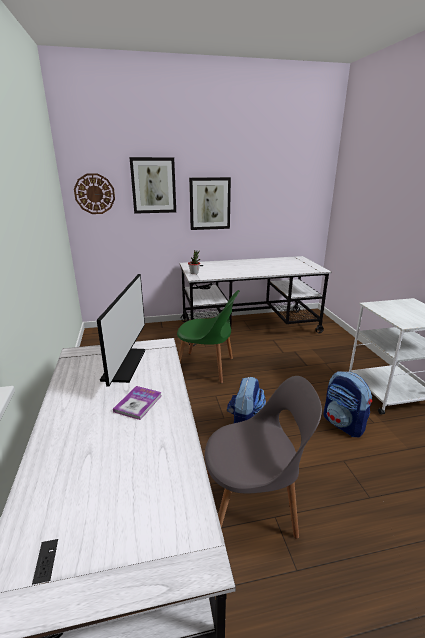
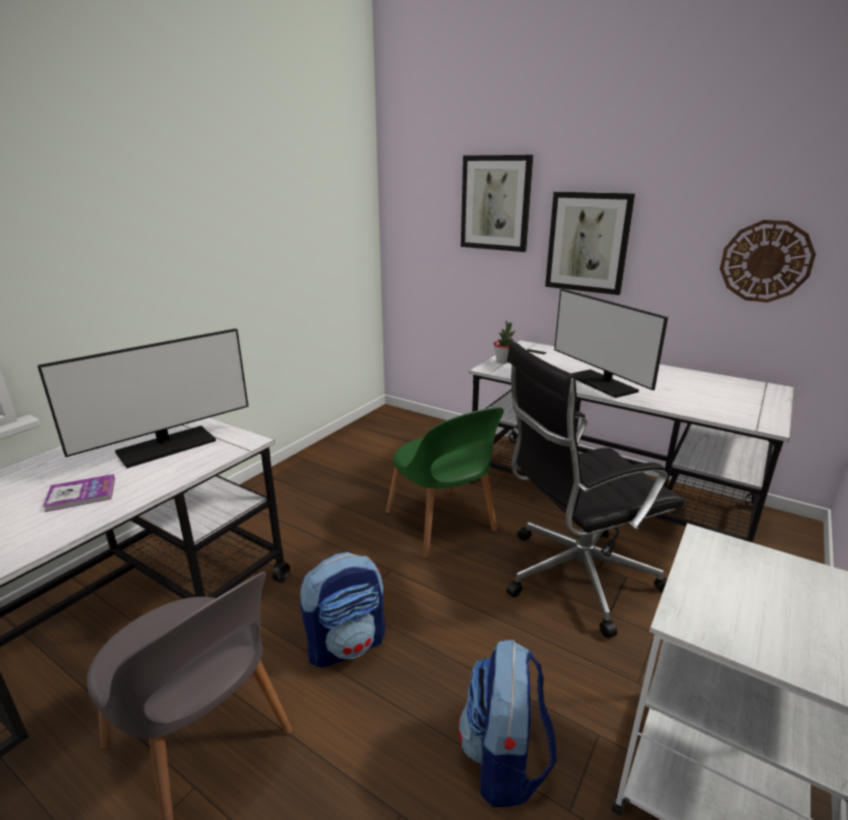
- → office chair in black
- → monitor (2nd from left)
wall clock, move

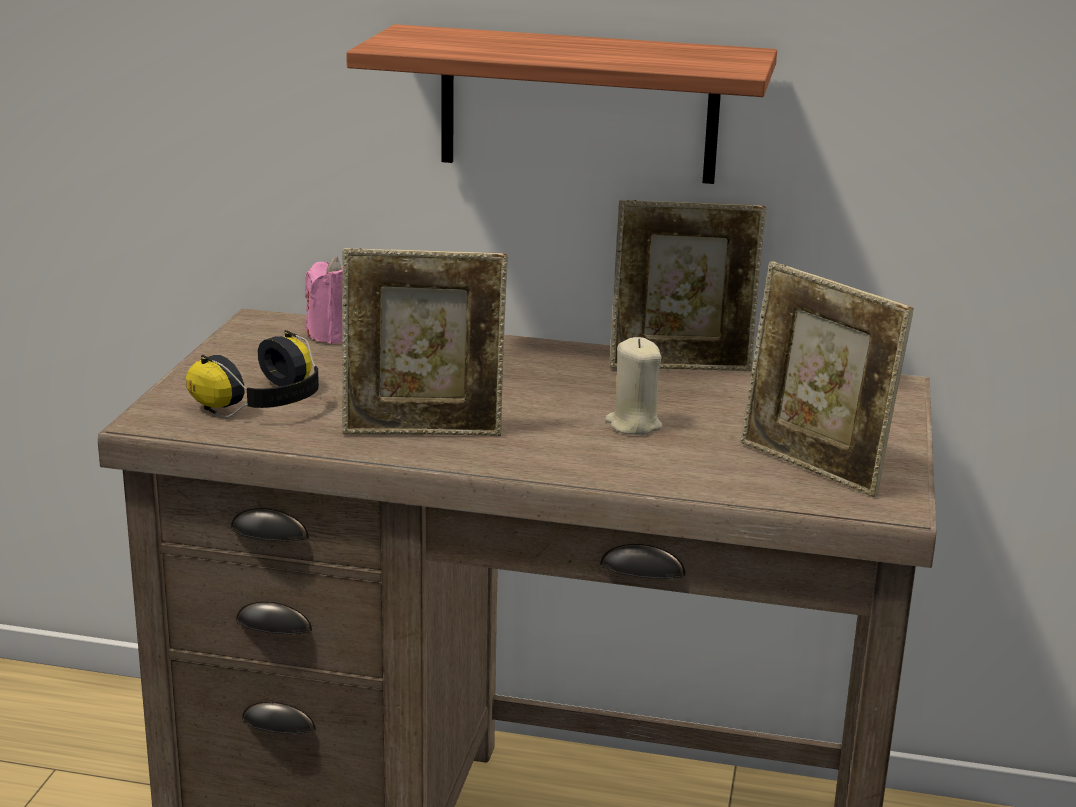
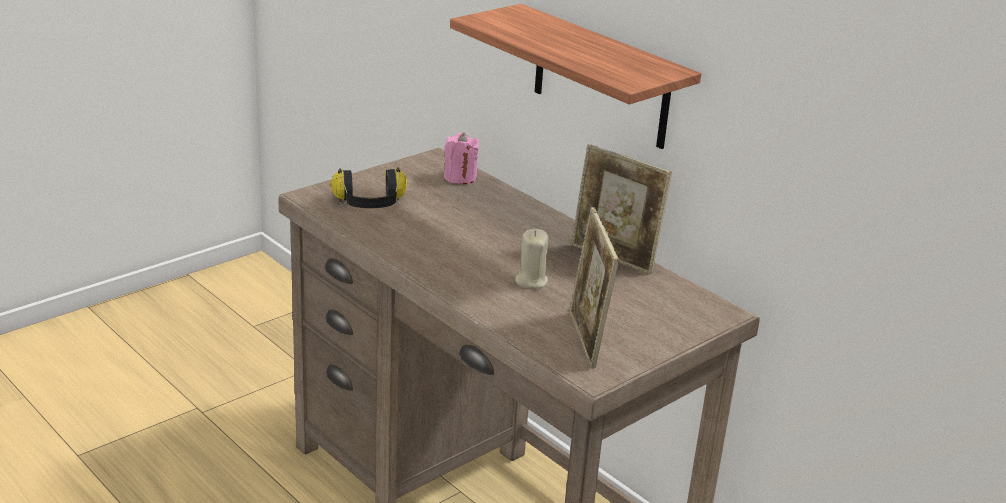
picture frame (1st from left) → -

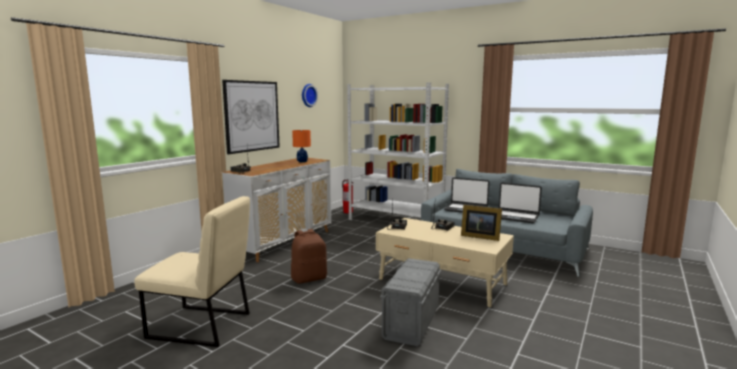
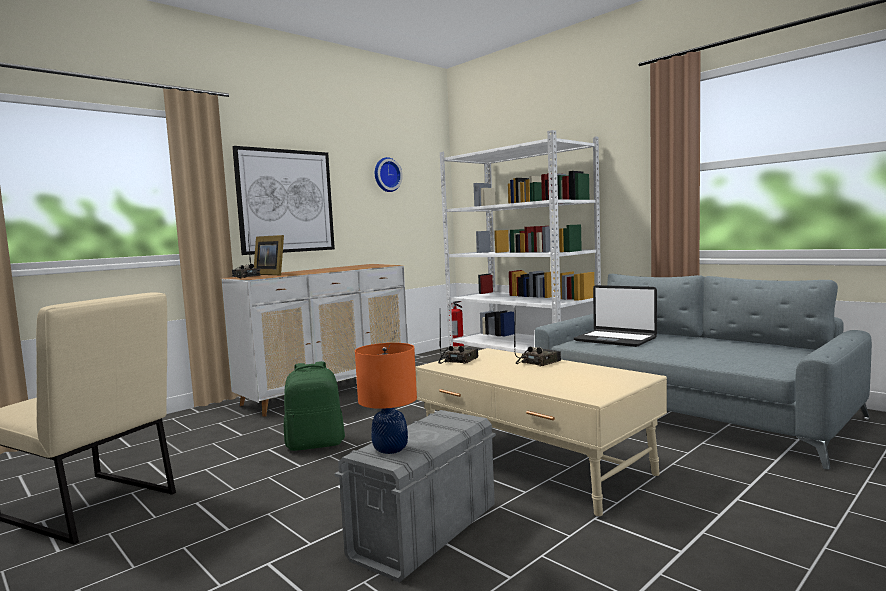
laptop (2nd from left) → -
table lamp in orange, move
picture frame, move
backpack in brown → backpack in green

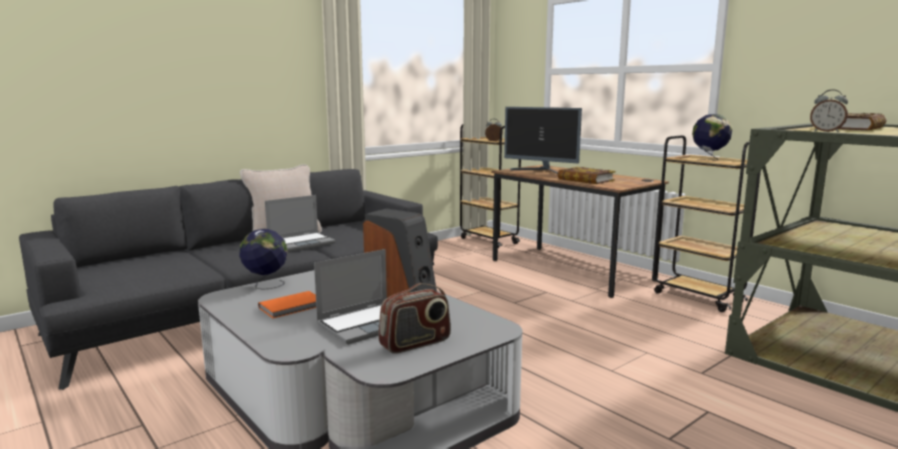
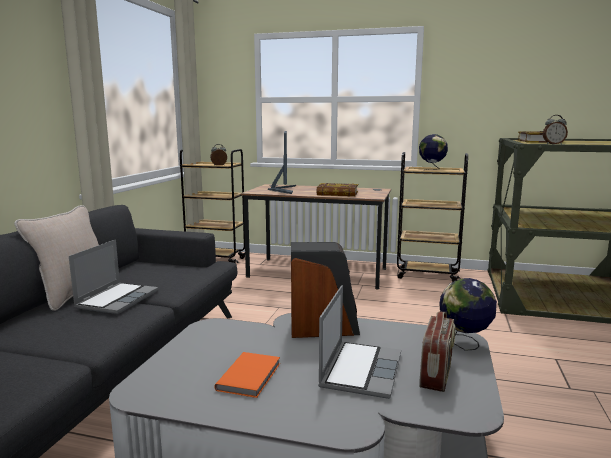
globe (1st from left in the first image) → globe (2nd from left), move
monitor, 90 degrees counterclockwise

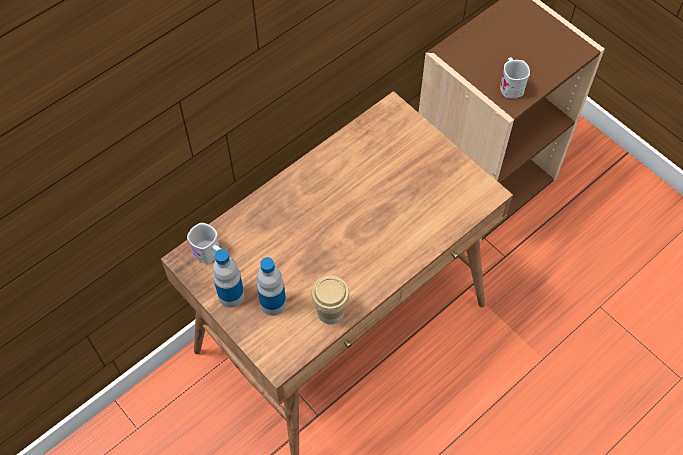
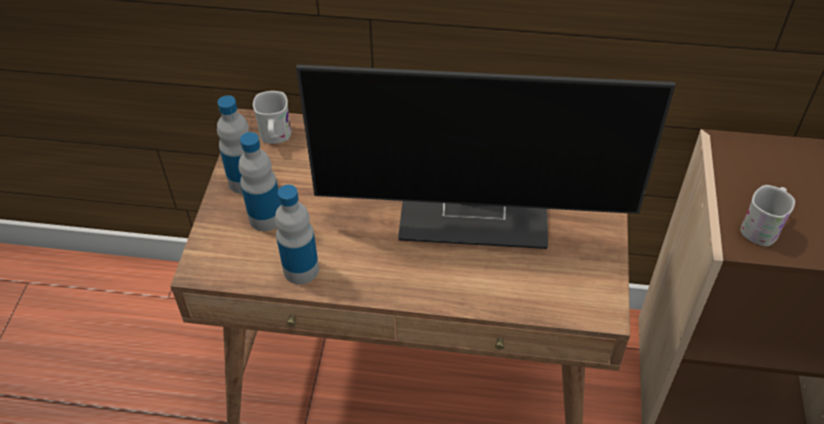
- → monitor
cup → bottle (3rd from left)

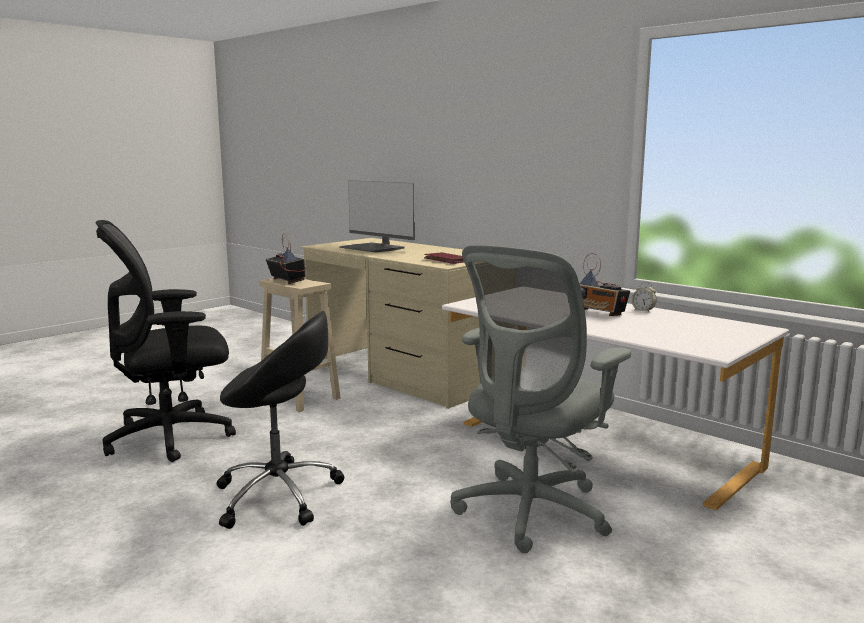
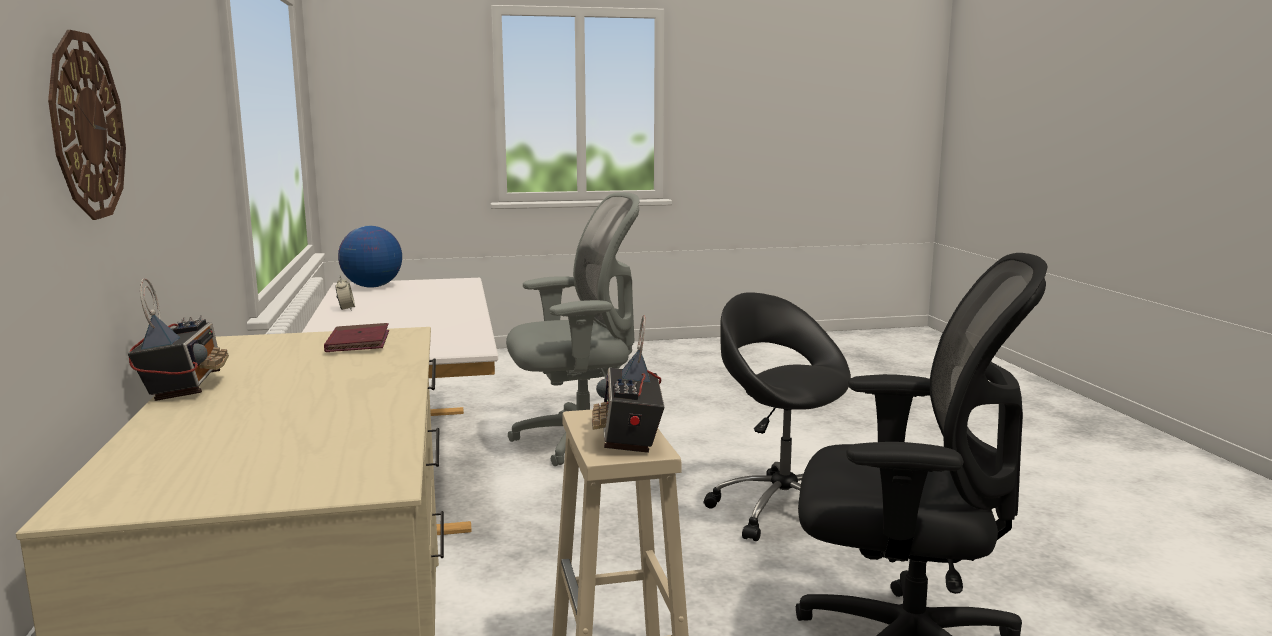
monitor → -
- → wall clock
- → globe
radio (2nd from left in the first image) → radio (1st from left), move

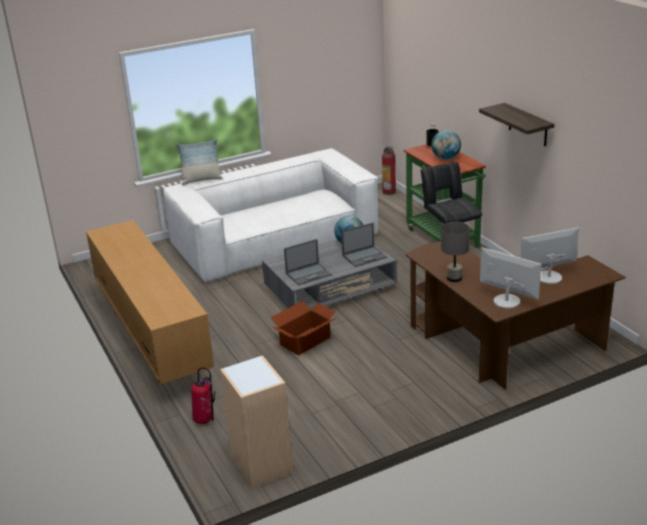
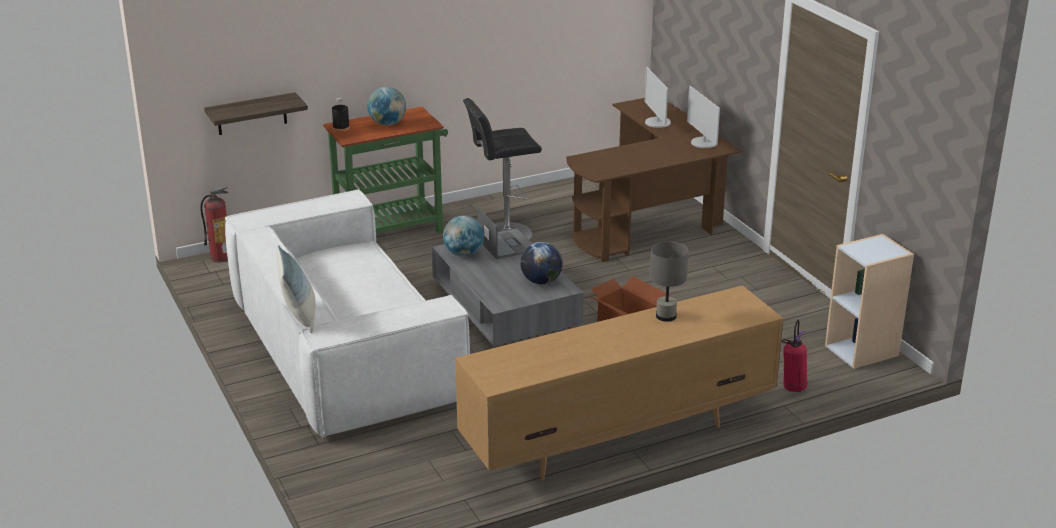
table lamp in grey, move
shelf, move
laptop (1st from left) → globe (3rd from left)
monitor (1st from left in the first image) → monitor (2nd from left), 60 degrees counterclockwise

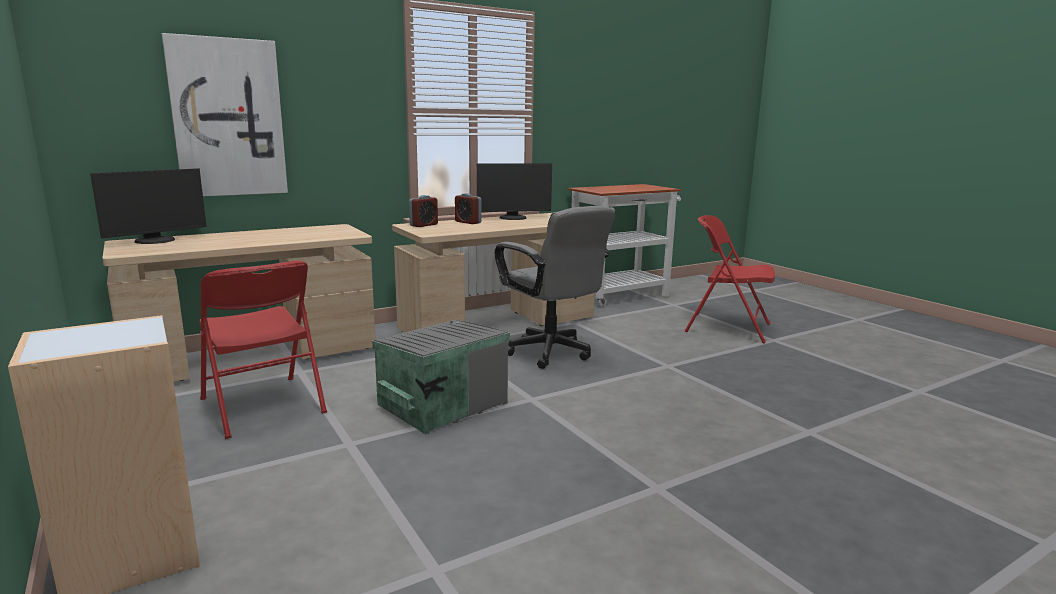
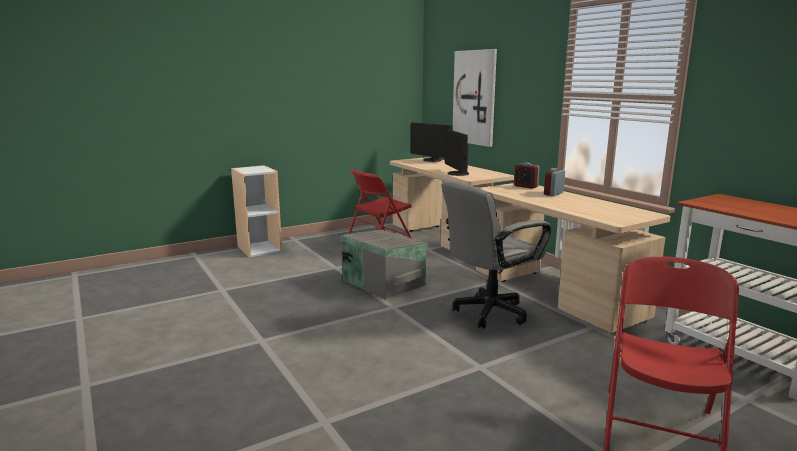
monitor (2nd from left), move

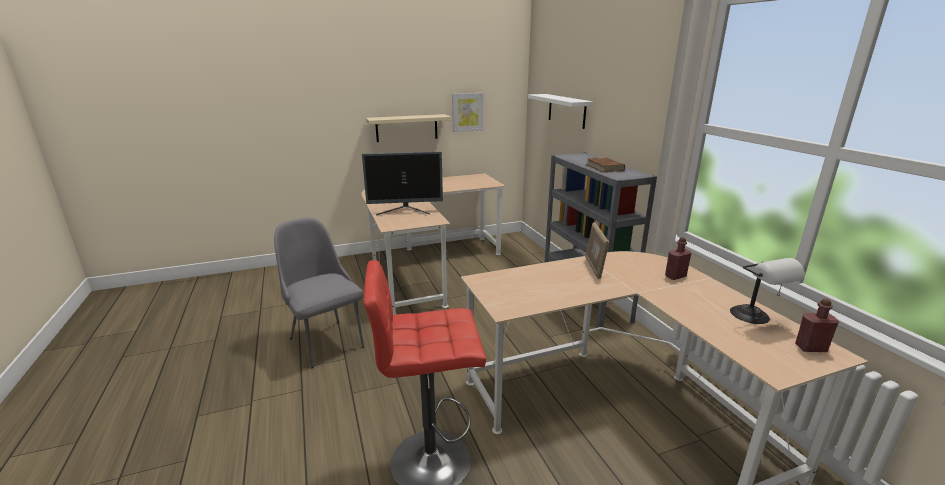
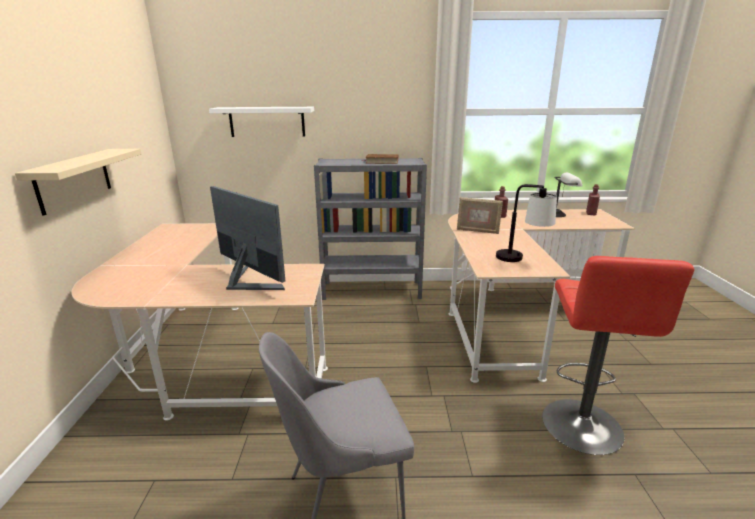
picture → -
- → table lamp (1st from left)
monitor, 60 degrees counterclockwise

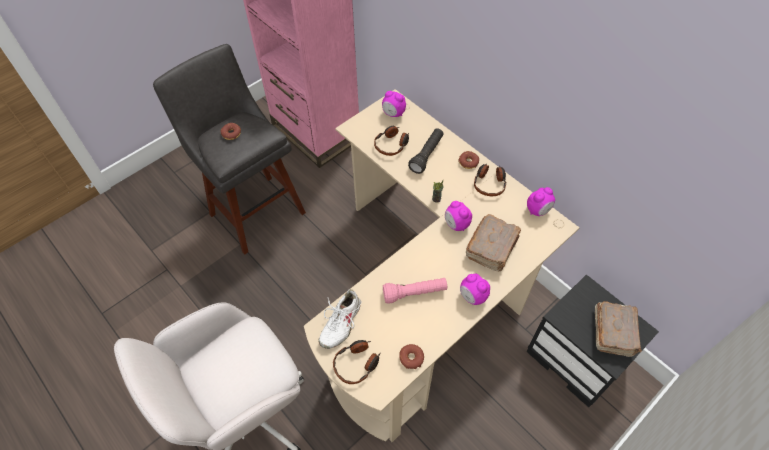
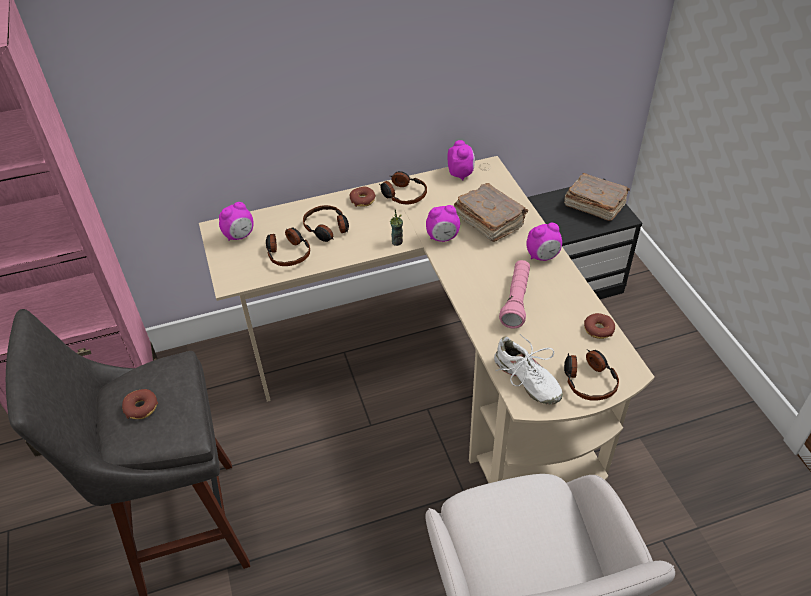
flashlight in black → headphones (2nd from left)

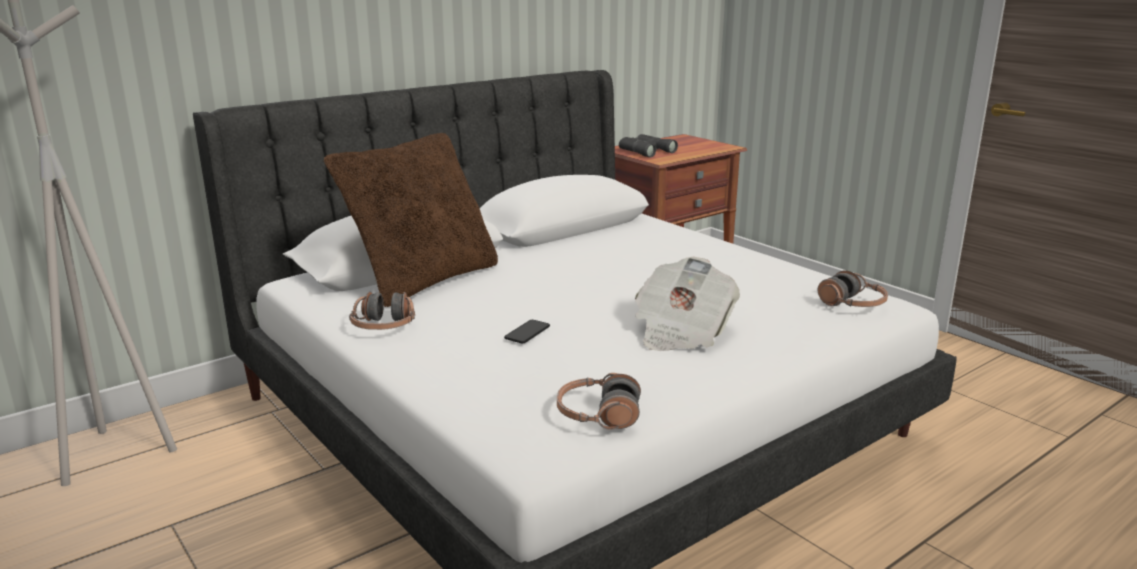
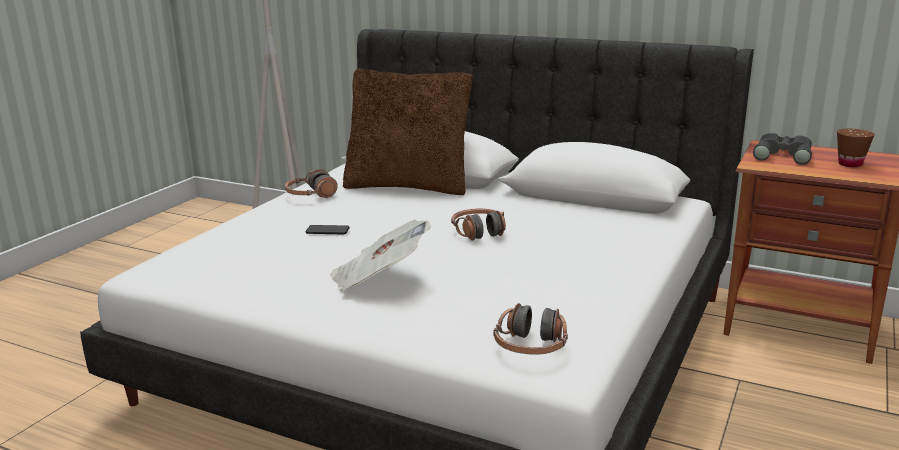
- → cup in brown
headphones (2nd from left), move

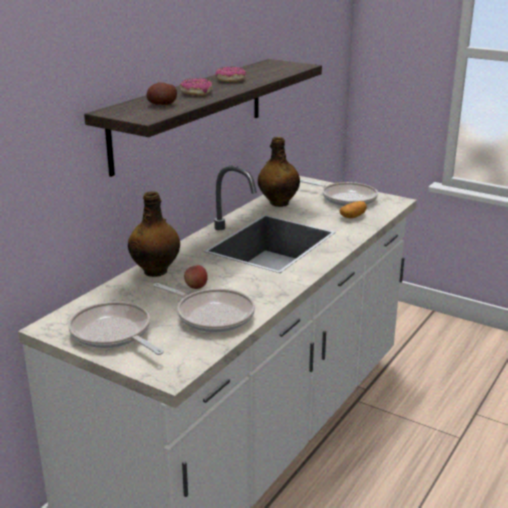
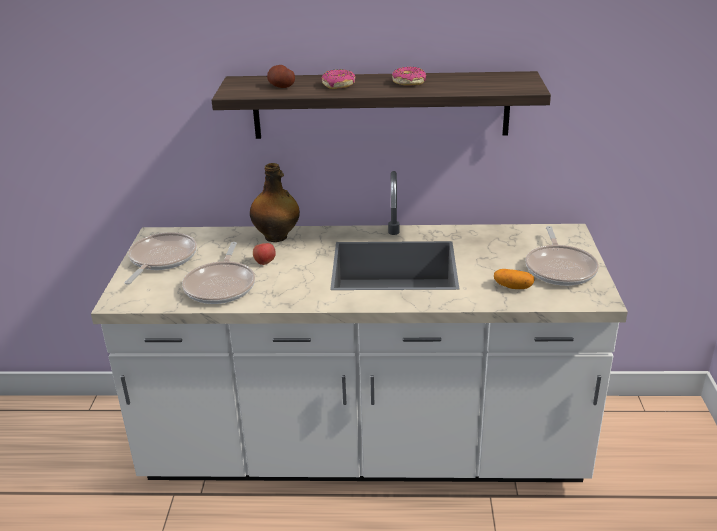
bottle (2nd from left) → -

